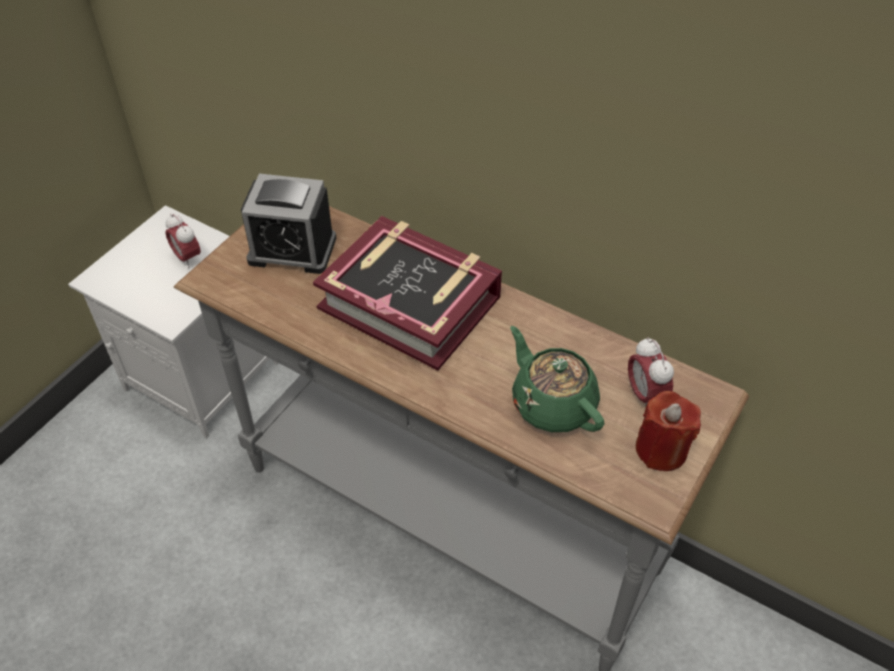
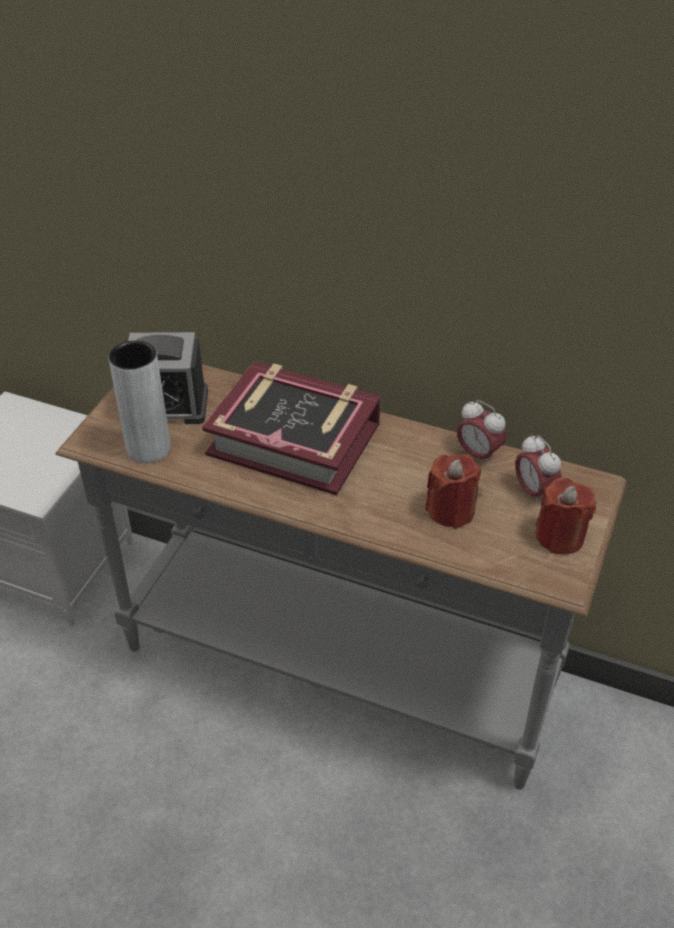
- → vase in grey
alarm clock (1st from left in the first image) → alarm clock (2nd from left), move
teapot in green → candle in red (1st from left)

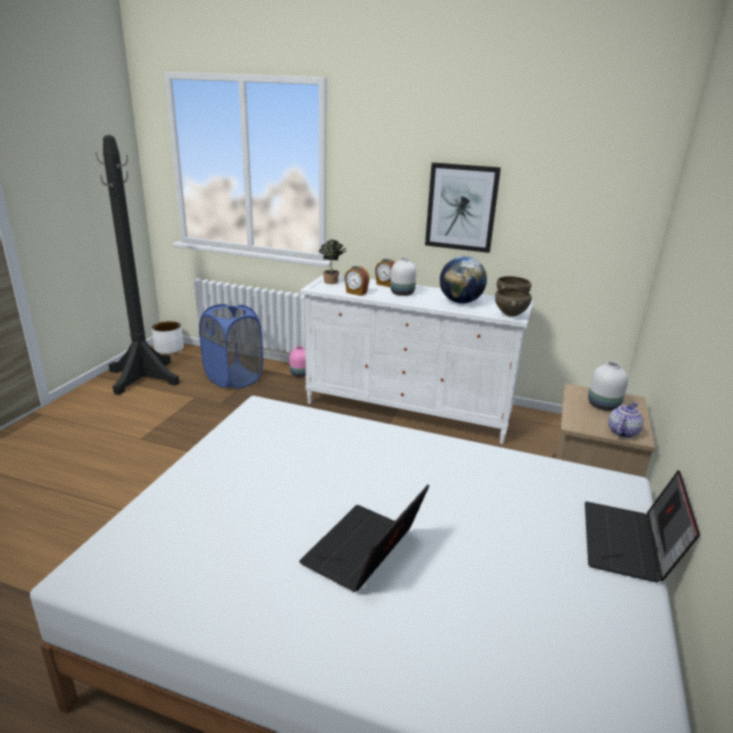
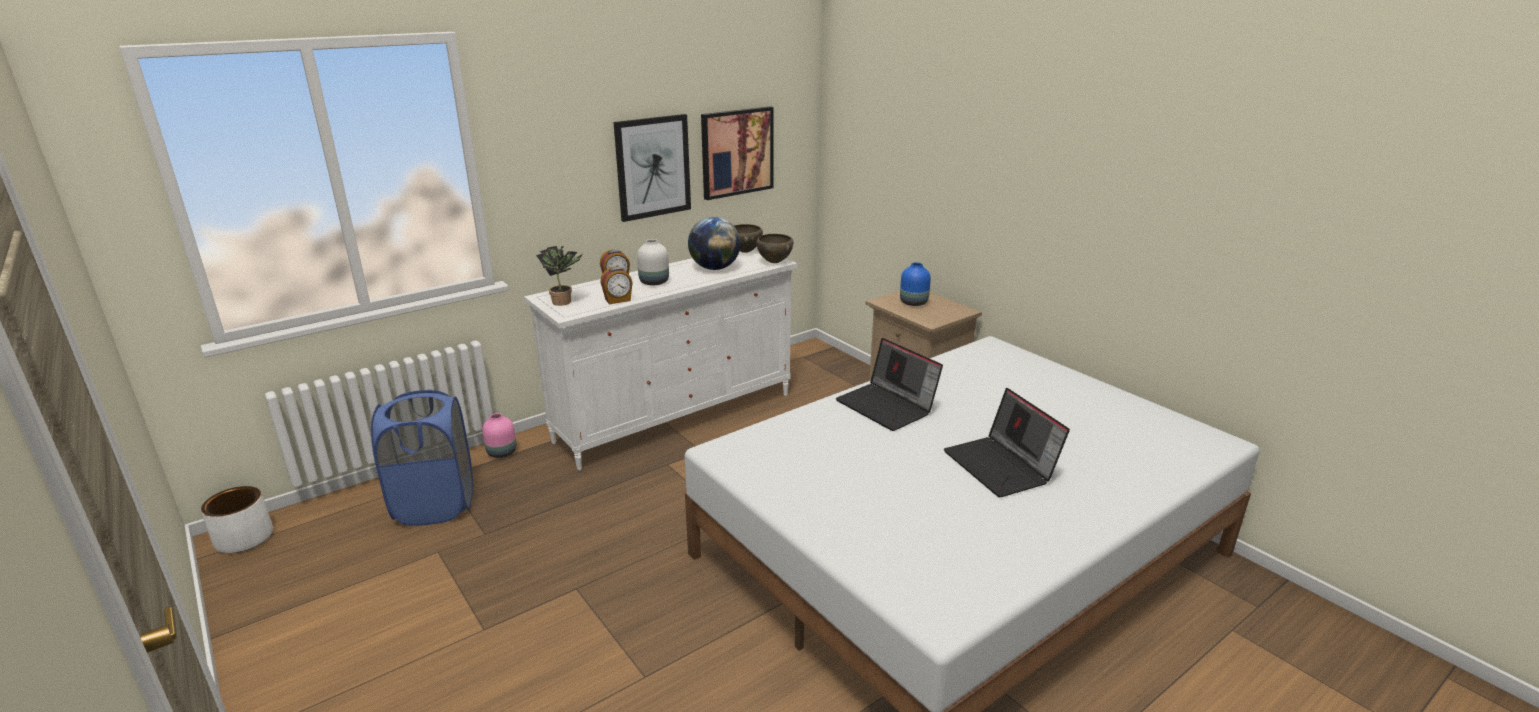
clothes rack in black → -
teapot → -
- → picture (2nd from left)
laptop (2nd from left in the first image) → laptop (1st from left), move
vase in white (2nd from left) → vase in blue

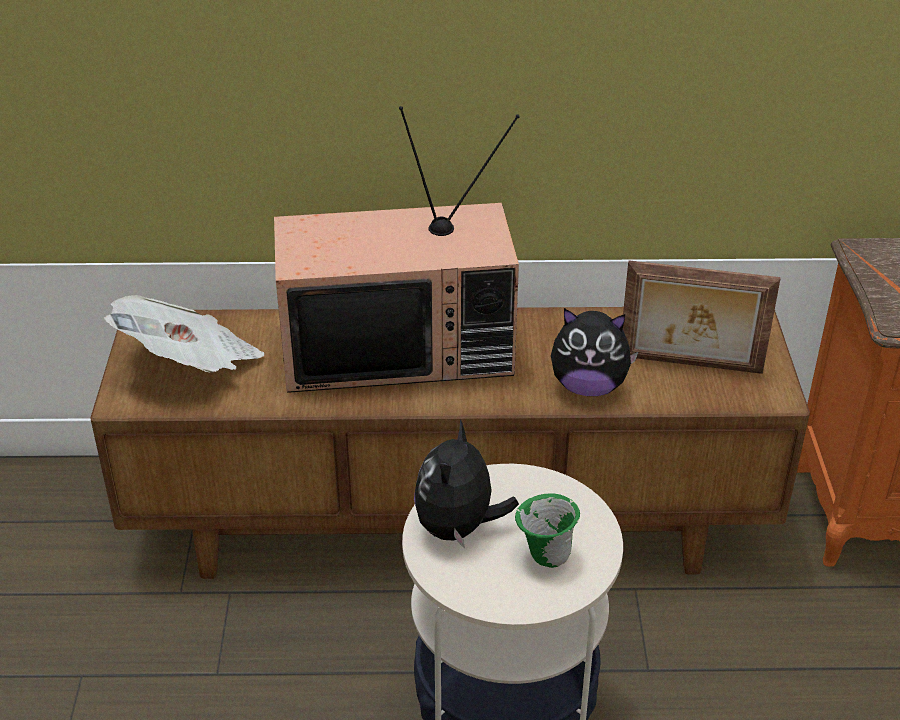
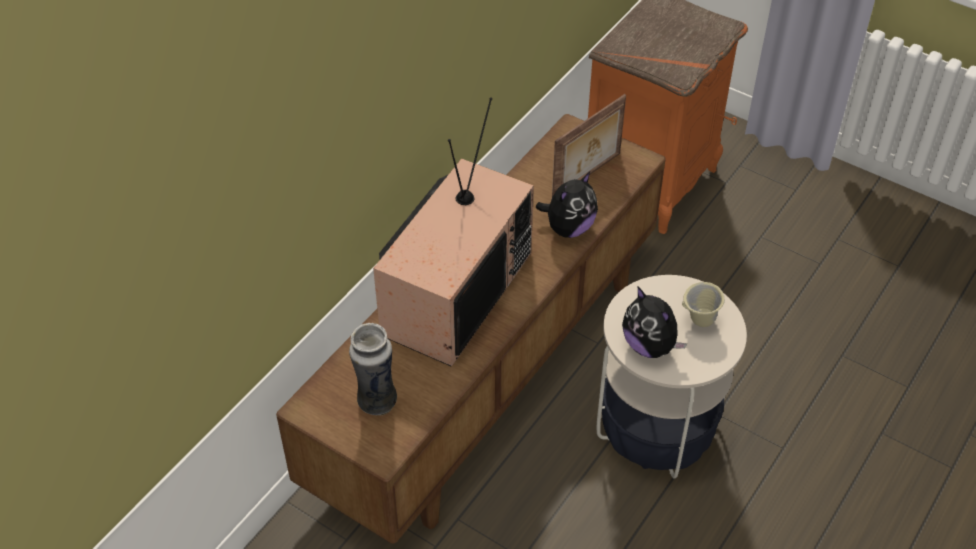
newspaper → vase
mug in green → mug in beige

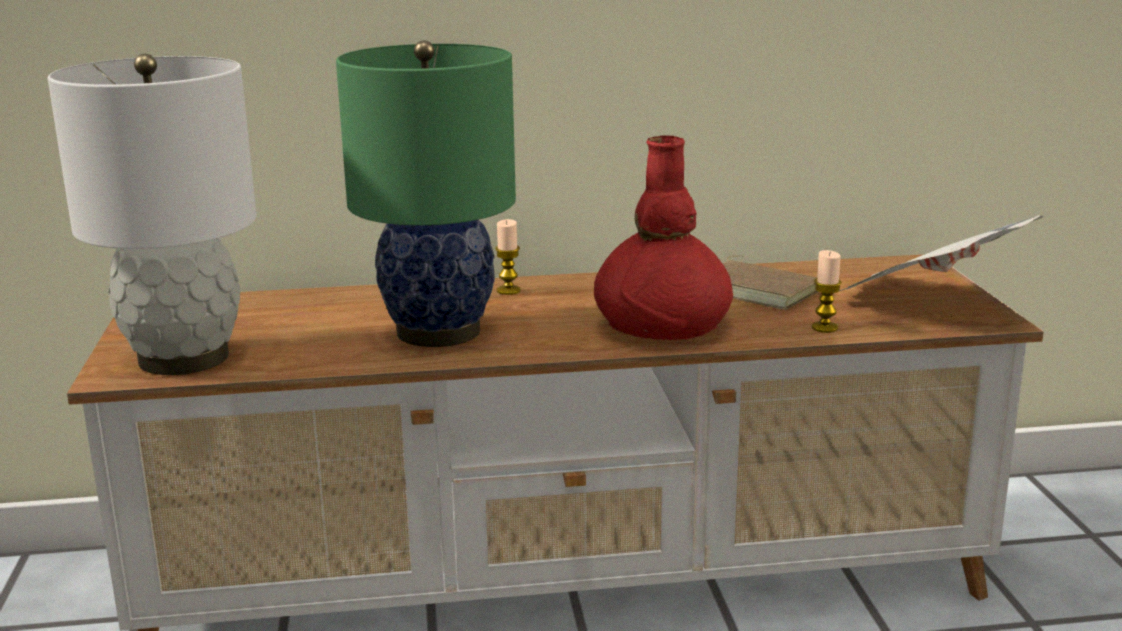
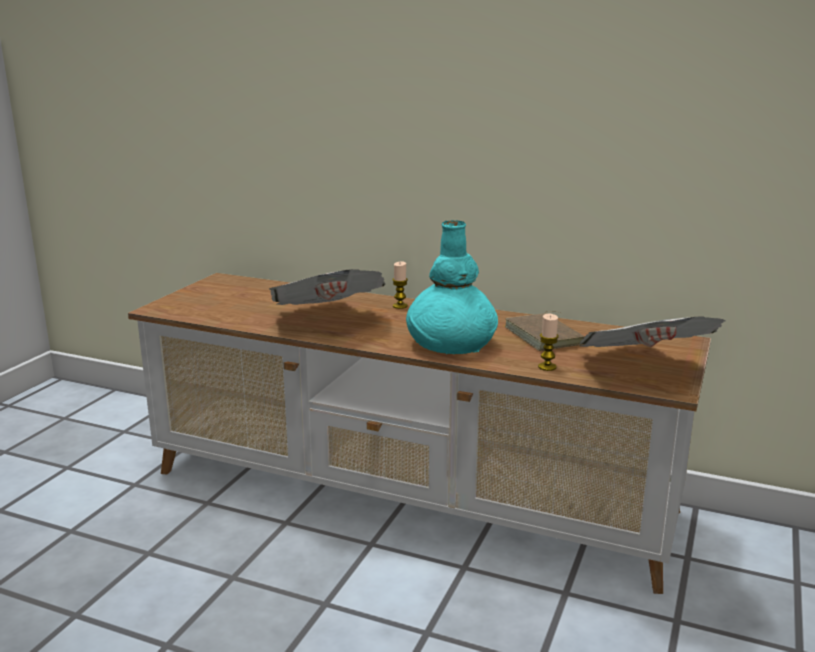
table lamp in white → -
table lamp in green → newspaper (1st from left)
vase in red → vase in turquoise

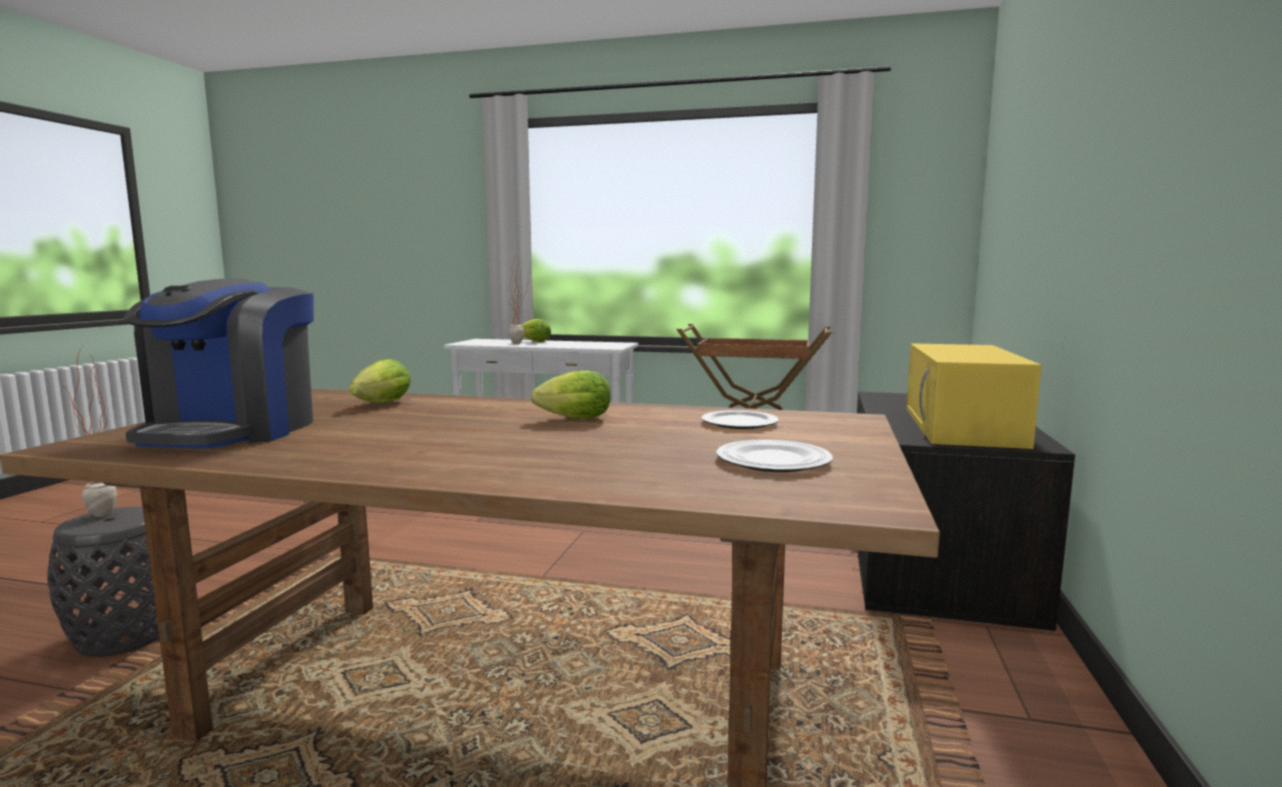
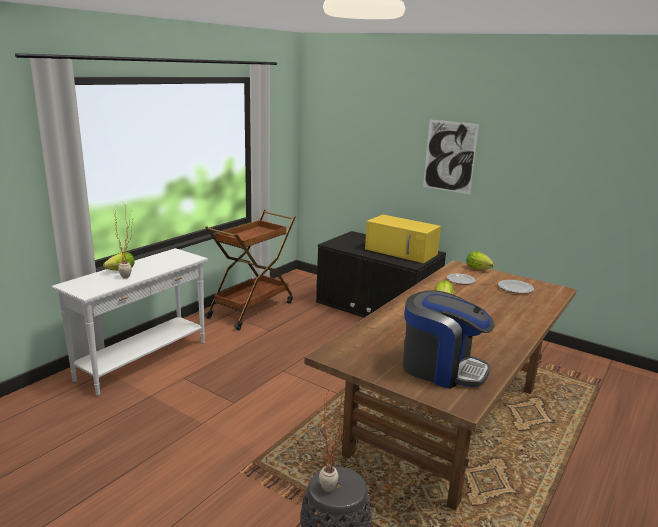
- → picture
lettuce (1st from left in the first image) → lettuce (3rd from left), move

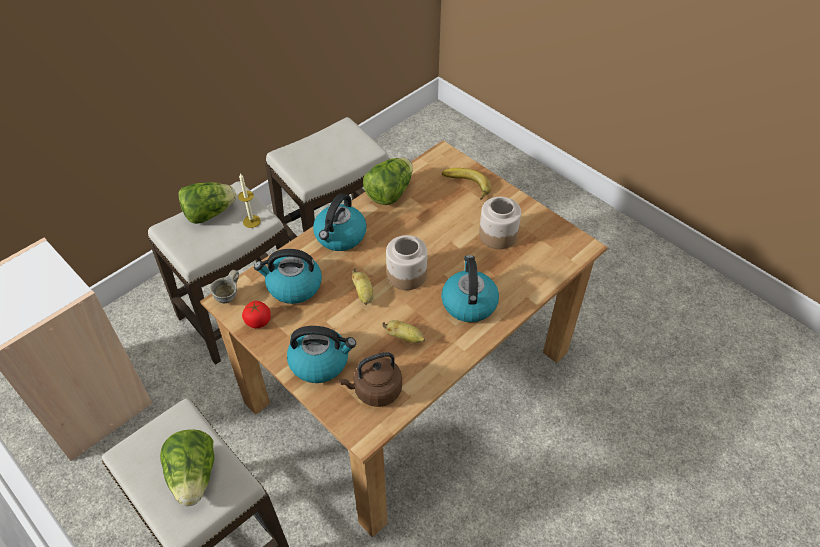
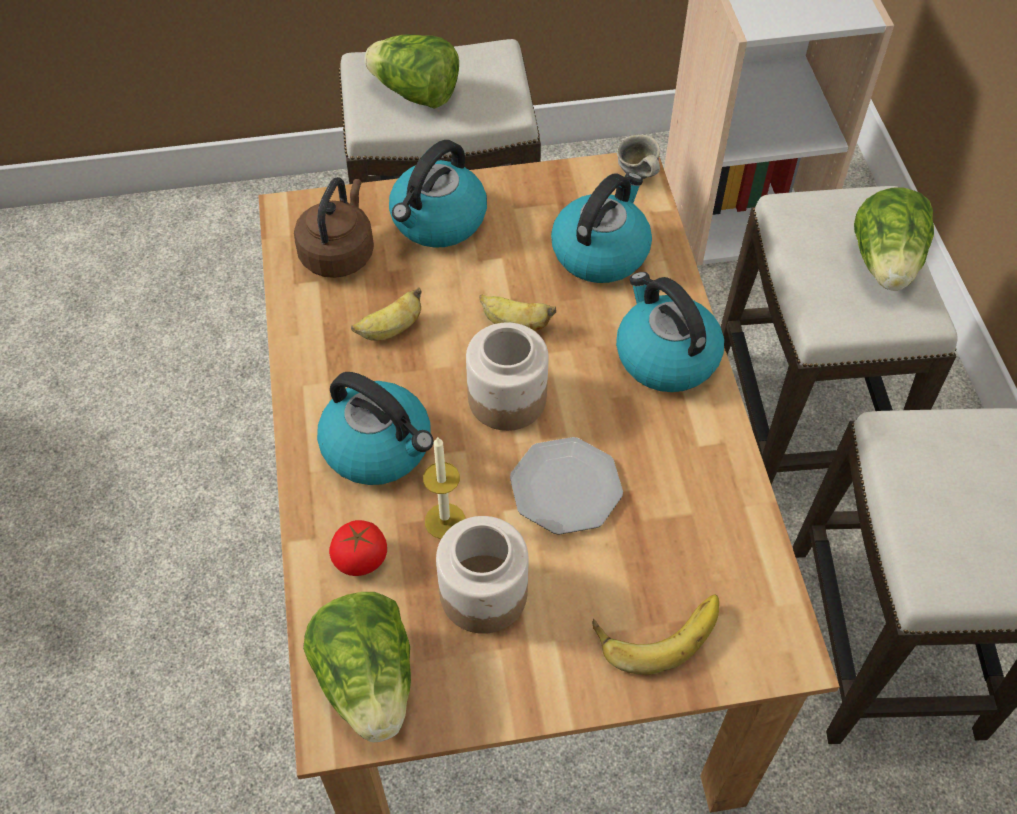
- → plate
candle, move
tomato, move
lettuce (3rd from left in the first image) → lettuce (1st from left), move

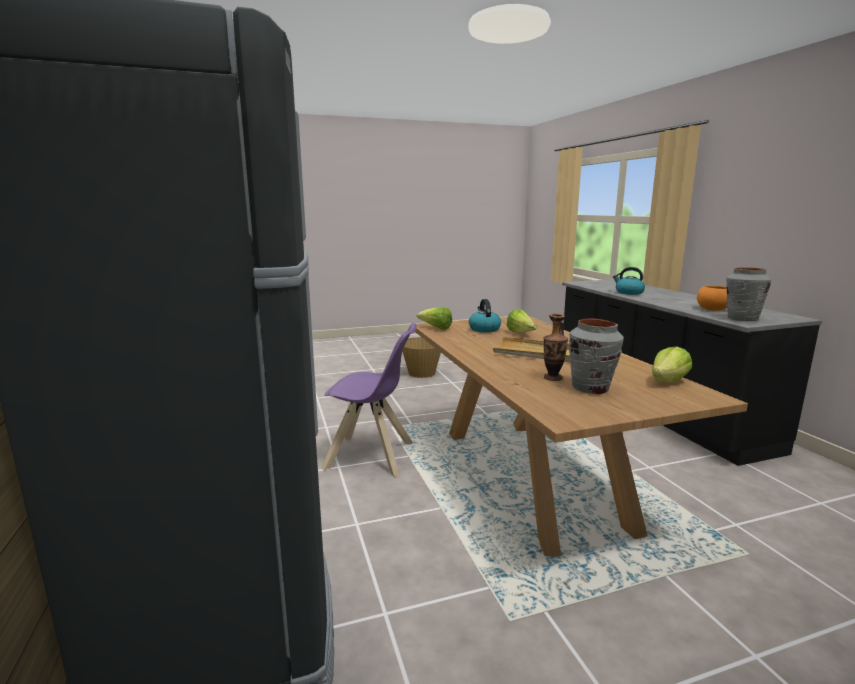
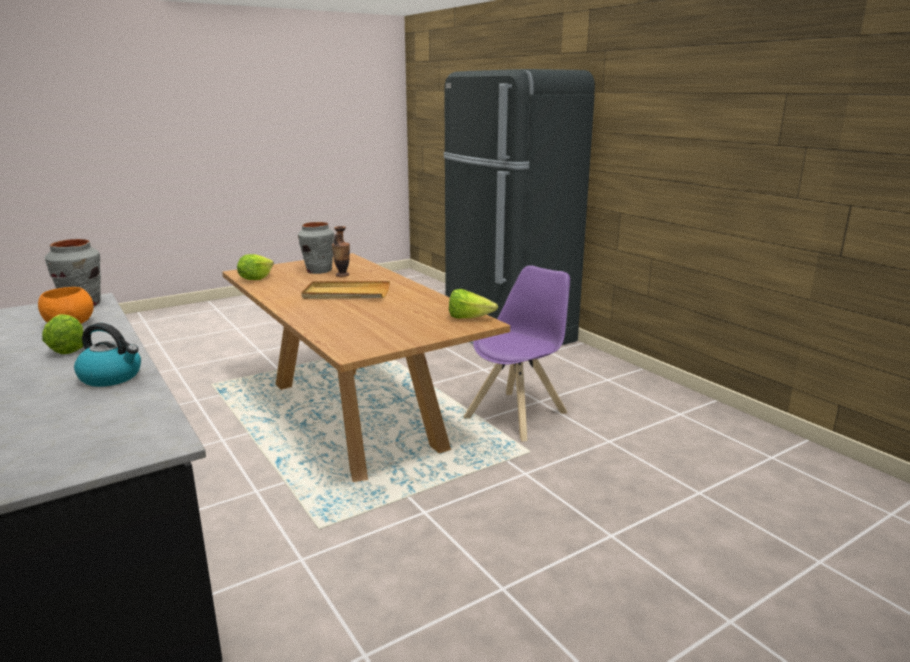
basket → -
kettle (1st from left) → -
lettuce (2nd from left in the first image) → lettuce (1st from left), move
chair in purple, 135 degrees clockwise

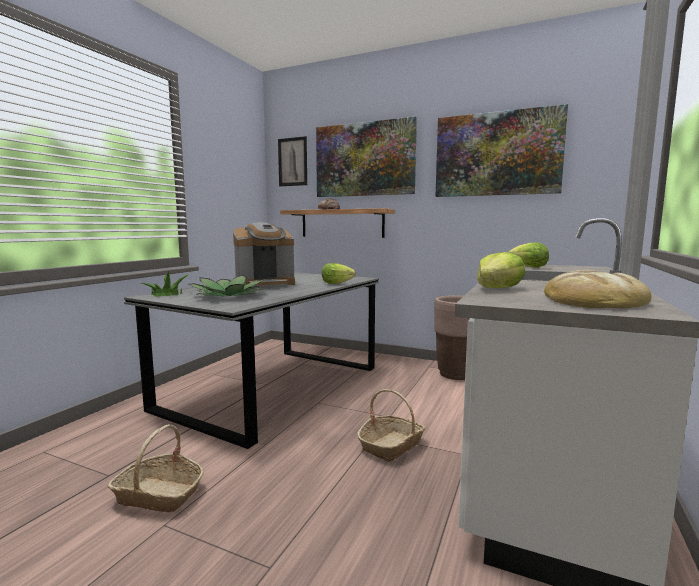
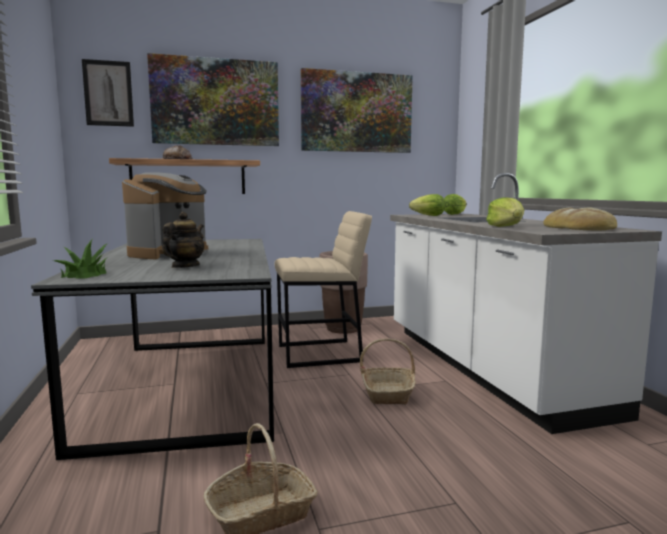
- → chair in beige
lettuce (1st from left in the first image) → lettuce (2nd from left), move
potted plant (2nd from left) → teapot

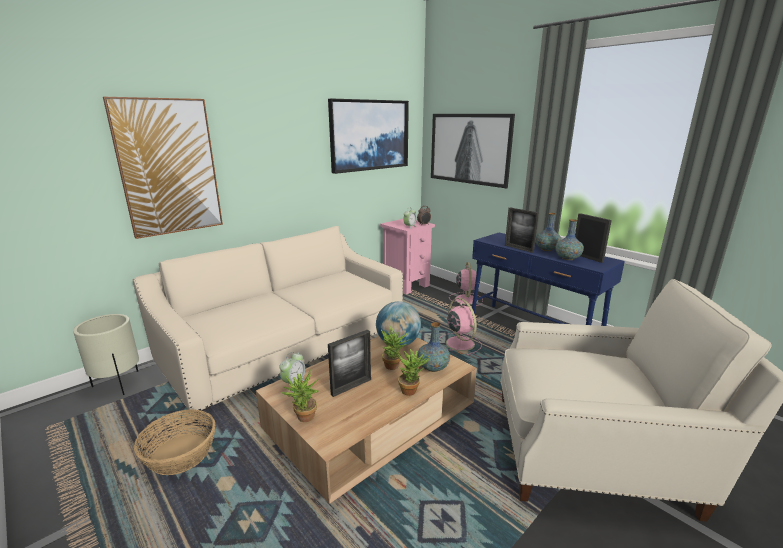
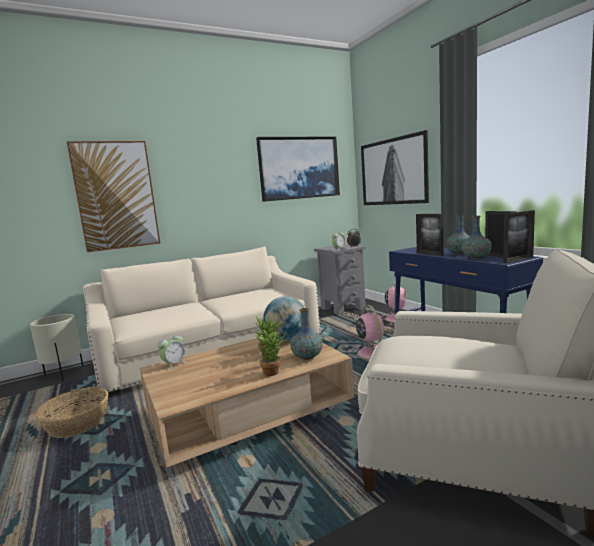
potted plant (1st from left) → -
picture frame (1st from left in the first image) → picture frame (3rd from left), move
nightstand in pink → nightstand in grey

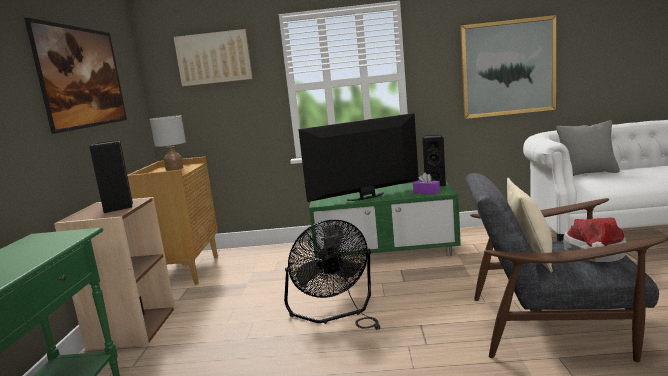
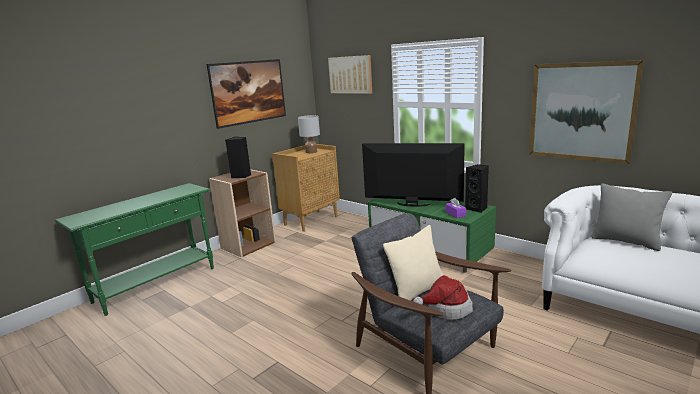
fan in black → -

